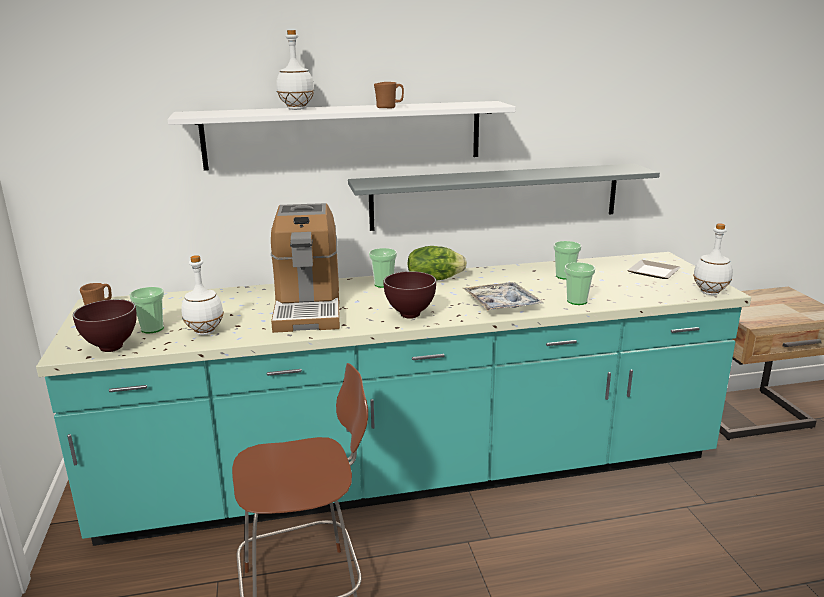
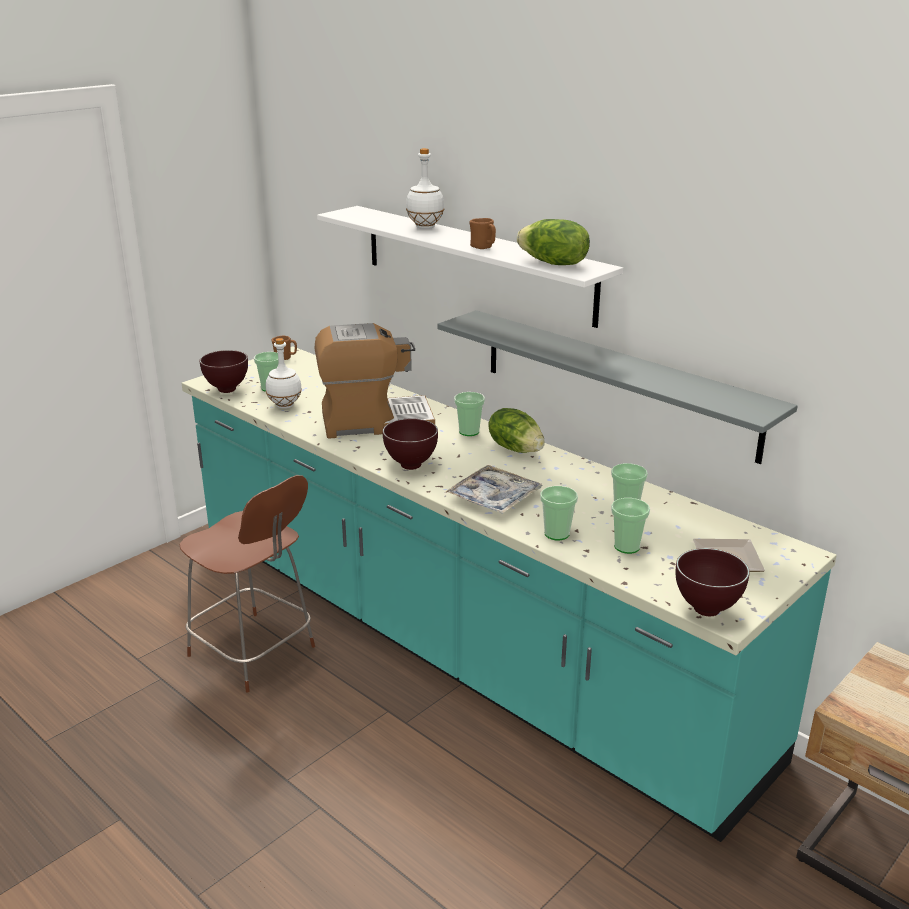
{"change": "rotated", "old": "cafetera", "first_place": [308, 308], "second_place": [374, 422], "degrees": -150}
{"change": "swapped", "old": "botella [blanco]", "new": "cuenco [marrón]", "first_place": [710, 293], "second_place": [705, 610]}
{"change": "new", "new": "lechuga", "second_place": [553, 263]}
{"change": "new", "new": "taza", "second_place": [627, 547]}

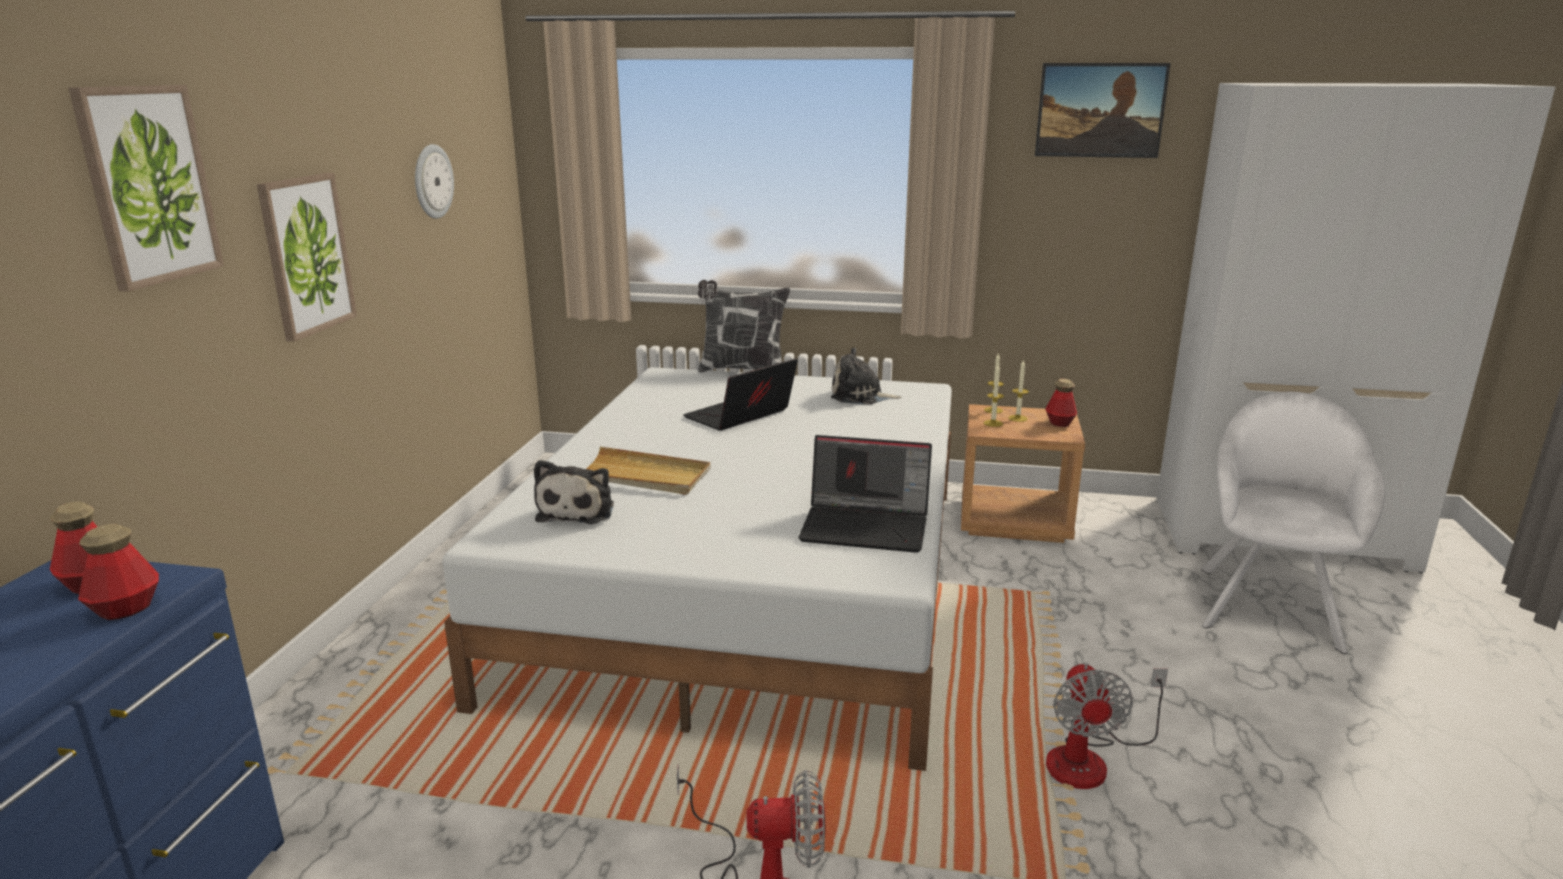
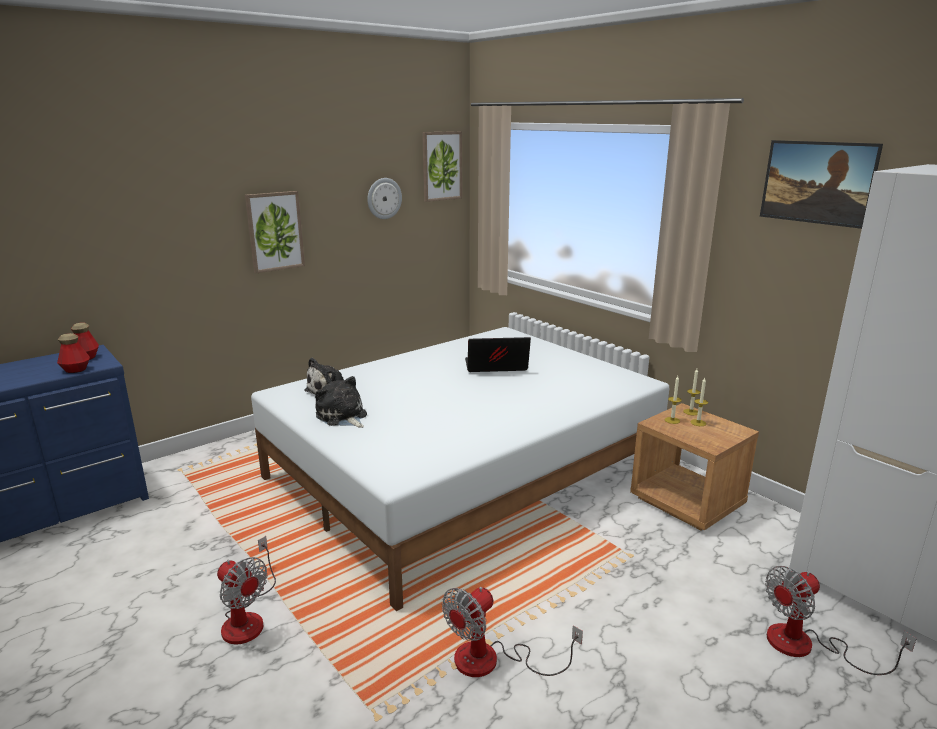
{"change": "shifted", "old": "cuadro", "first_place": [148, 185], "second_place": [441, 166]}
{"change": "gone", "old": "cojín", "first_place": [741, 370]}
{"change": "shifted", "old": "peluche", "first_place": [860, 396], "second_place": [342, 417]}
{"change": "gone", "old": "botella", "first_place": [1059, 423]}
{"change": "swapped", "old": "sillón [blanco]", "new": "ventilador", "first_place": [1268, 603], "second_place": [806, 646]}
{"change": "gone", "old": "portátil", "first_place": [867, 526]}
{"change": "gone", "old": "bandeja [beis]", "first_place": [642, 476]}

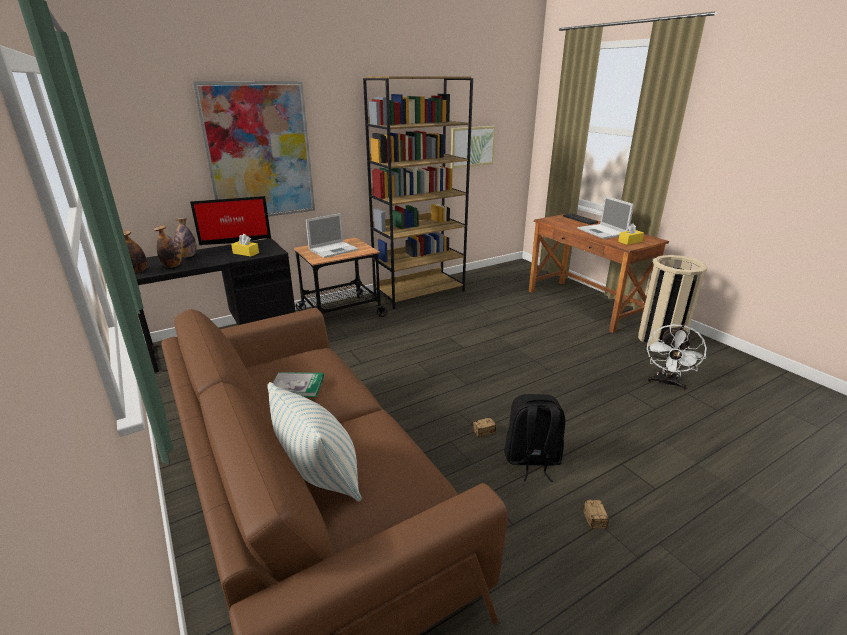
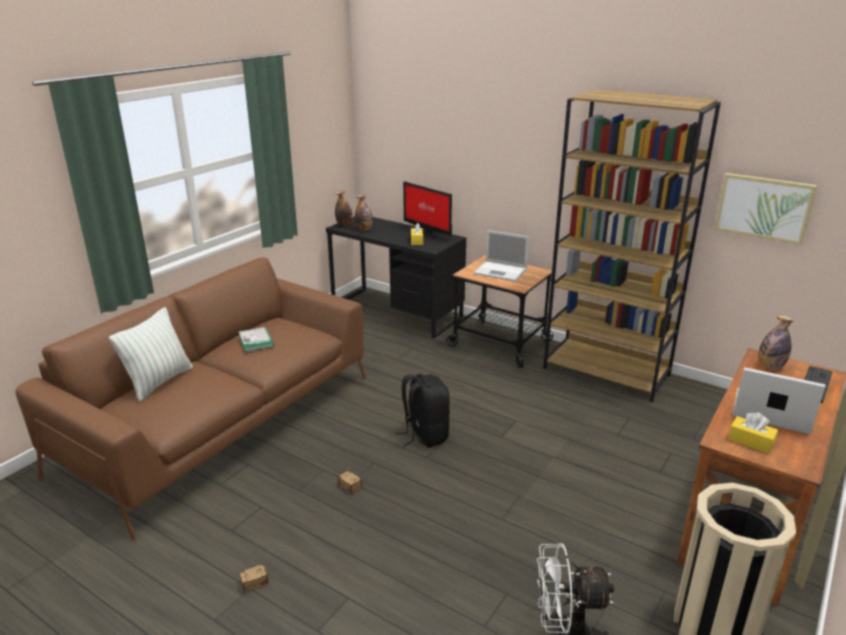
{"change": "gone", "old": "cuadro", "first_place": [259, 152]}
{"change": "rotated", "old": "portátil", "first_place": [603, 232], "second_place": [769, 412], "degrees": 75}
{"change": "shifted", "old": "botella", "first_place": [187, 256], "second_place": [770, 366]}
{"change": "shifted", "old": "mochila [negro]", "first_place": [531, 460], "second_place": [424, 435]}

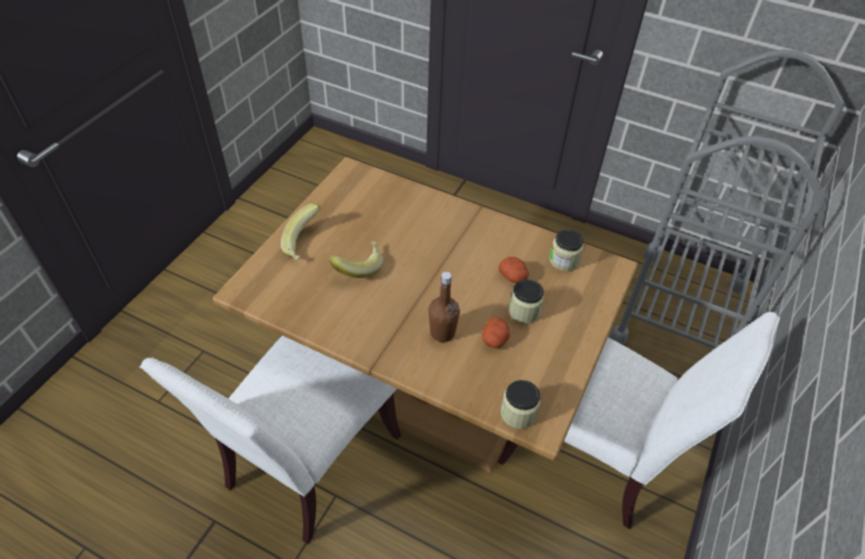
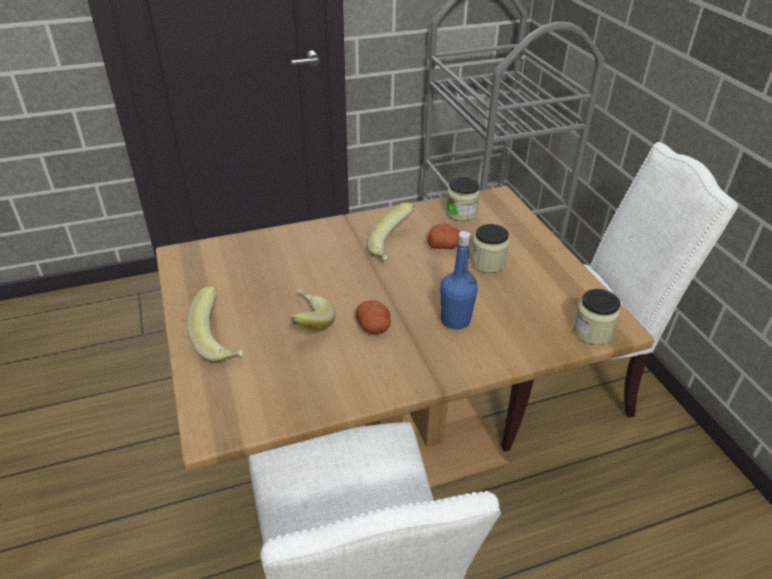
{"change": "repainted", "old": "botella [marrón]", "new": "botella [azul]", "first_place": [442, 332], "second_place": [455, 320]}
{"change": "shifted", "old": "patata", "first_place": [495, 340], "second_place": [374, 327]}
{"change": "new", "new": "plátano", "second_place": [393, 247]}

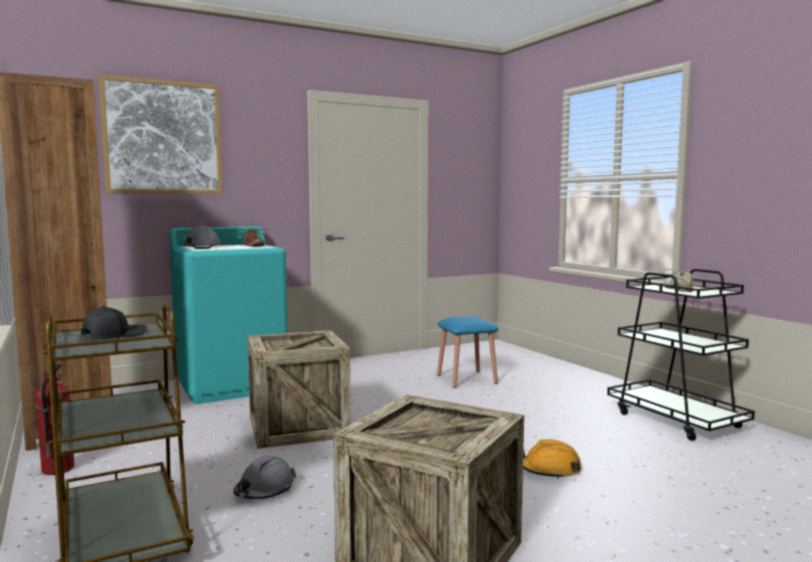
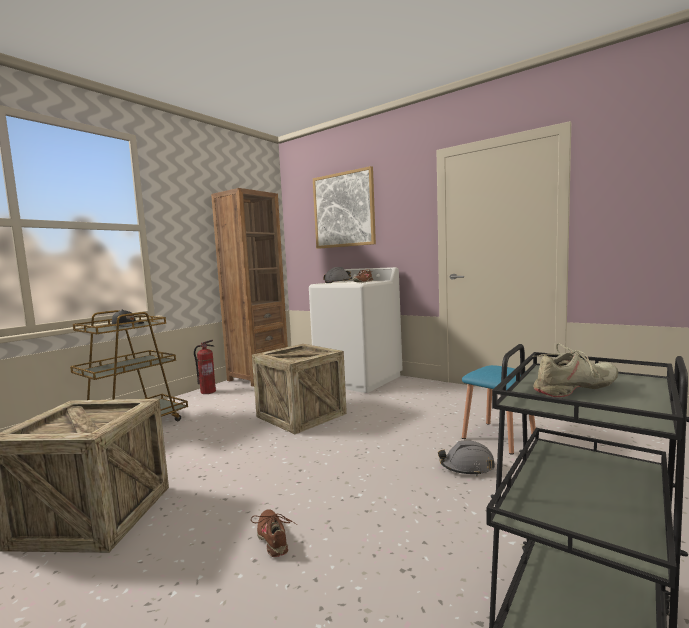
{"change": "repainted", "old": "lavadora [turquesa]", "new": "lavadora [blanco]", "first_place": [232, 385], "second_place": [359, 379]}
{"change": "swapped", "old": "casco [naranja]", "new": "zapato [marrón]", "first_place": [549, 470], "second_place": [273, 538]}
{"change": "shifted", "old": "casco [gris]", "first_place": [264, 490], "second_place": [467, 467]}

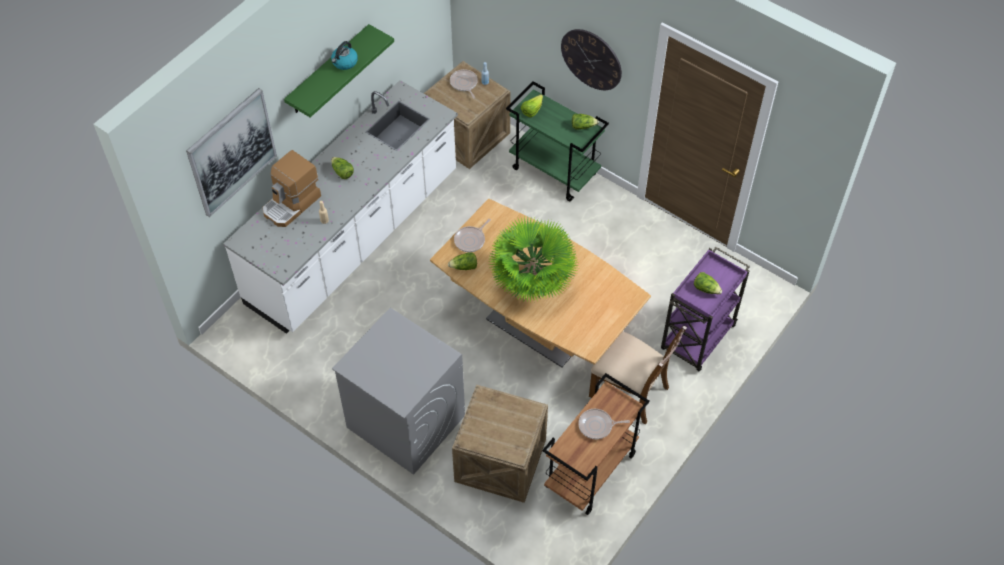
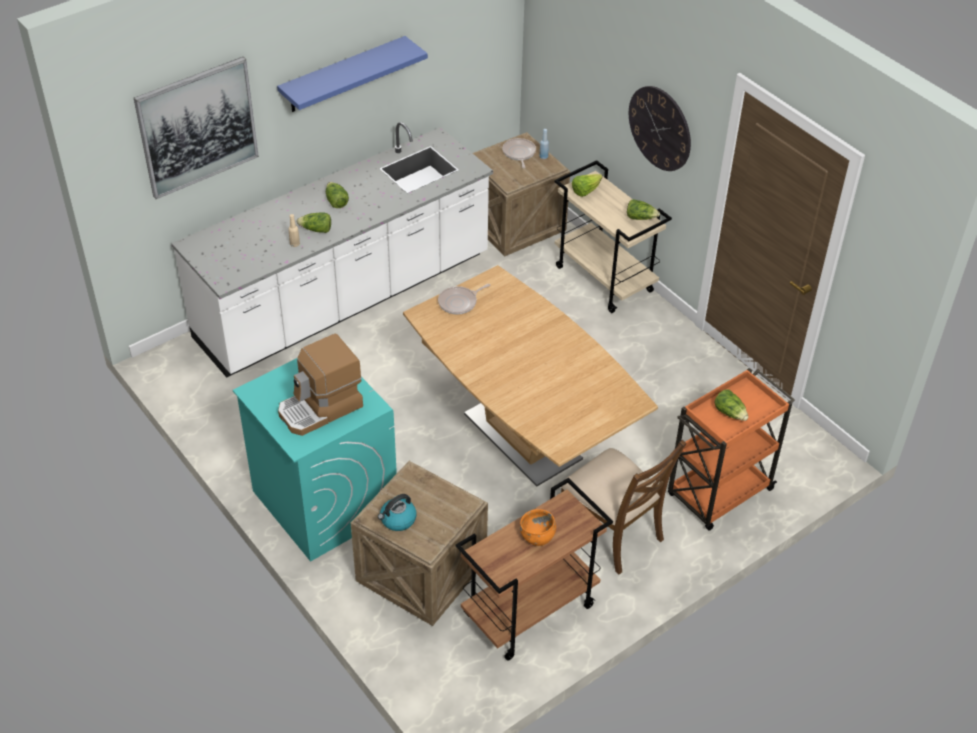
{"change": "repainted", "old": "estante [verde]", "new": "estante [azul]", "first_place": [328, 71], "second_place": [343, 75]}
{"change": "shifted", "old": "hervidor", "first_place": [344, 62], "second_place": [397, 520]}
{"change": "repainted", "old": "carrito [verde]", "new": "carrito [beis]", "first_place": [555, 171], "second_place": [605, 279]}
{"change": "shifted", "old": "cafetera", "first_place": [292, 204], "second_place": [321, 409]}
{"change": "gone", "old": "planta en maceta", "first_place": [532, 284]}
{"change": "repainted", "old": "carrito [morado]", "new": "carrito [naranja]", "first_place": [697, 339], "second_place": [718, 493]}
{"change": "shifted", "old": "lechuga", "first_place": [464, 267], "second_place": [316, 230]}
{"change": "repainted", "old": "lavadora [gris]", "new": "lavadora [turquesa]", "first_place": [405, 421], "second_place": [324, 500]}
{"change": "swapped", "old": "sartén", "new": "cuenco [naranja]", "first_place": [597, 426], "second_place": [537, 536]}

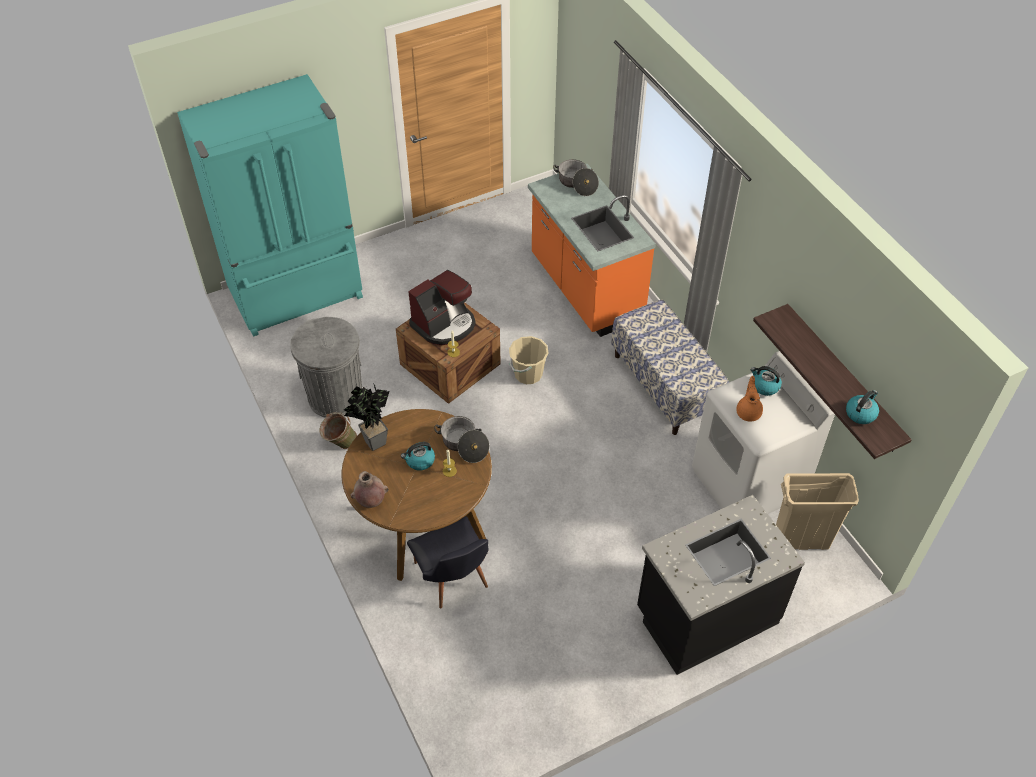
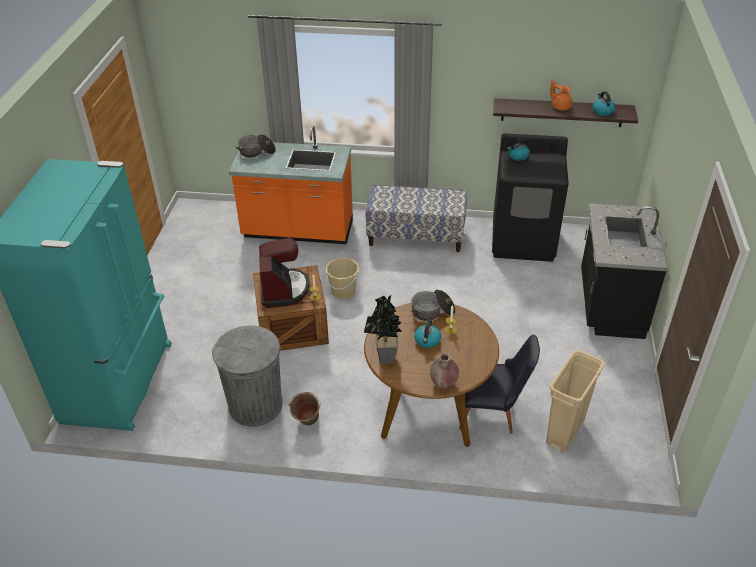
{"change": "repainted", "old": "lavadora [blanco]", "new": "lavadora [negro]", "first_place": [748, 483], "second_place": [523, 241]}
{"change": "shifted", "old": "tetera [naranja]", "first_place": [748, 412], "second_place": [560, 107]}
{"change": "shifted", "old": "papelera [beis]", "first_place": [801, 541], "second_place": [564, 433]}

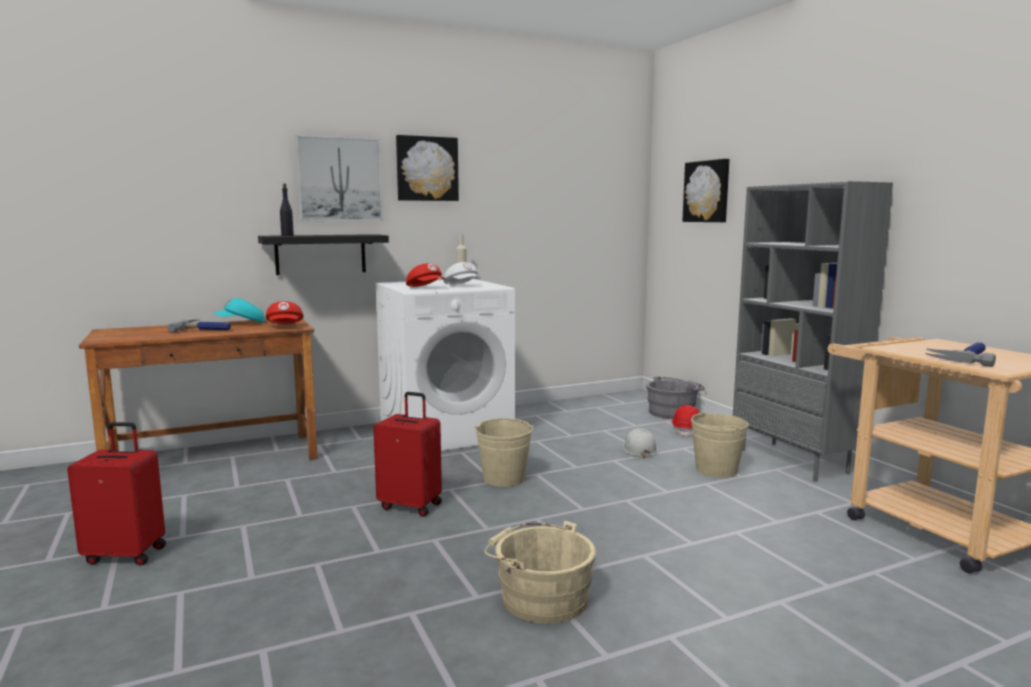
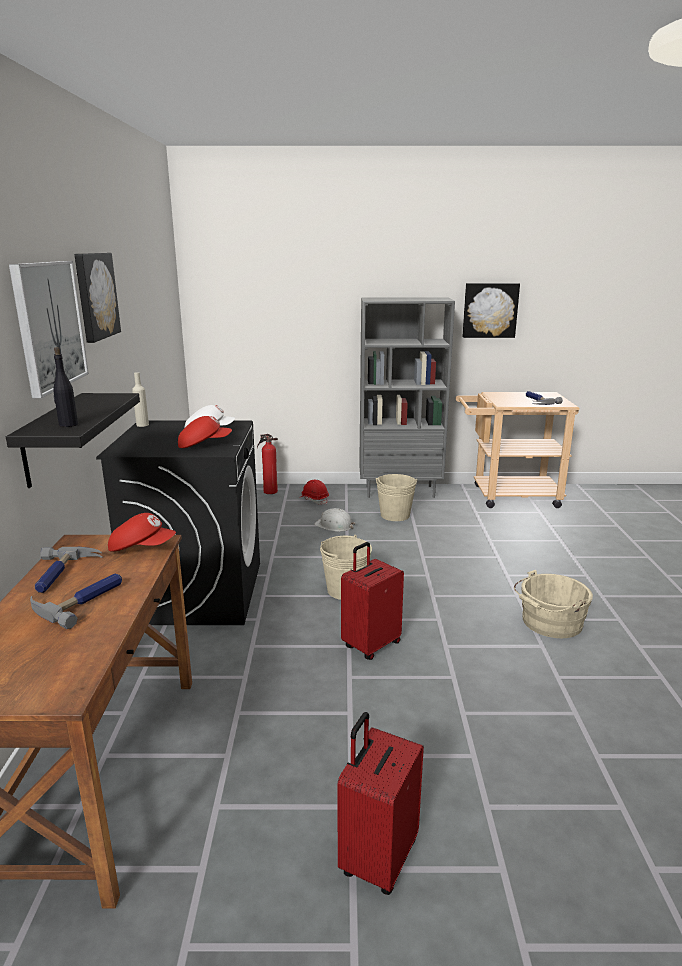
{"change": "shifted", "old": "cuadro", "first_place": [707, 191], "second_place": [490, 310]}
{"change": "repainted", "old": "lavadora [blanco]", "new": "lavadora [negro]", "first_place": [446, 432], "second_place": [197, 592]}
{"change": "swapped", "old": "gorra [turquesa]", "new": "martillo", "first_place": [241, 323], "second_place": [61, 574]}
{"change": "swapped", "old": "cubo [gris]", "new": "extintor", "first_place": [673, 412], "second_place": [269, 491]}

